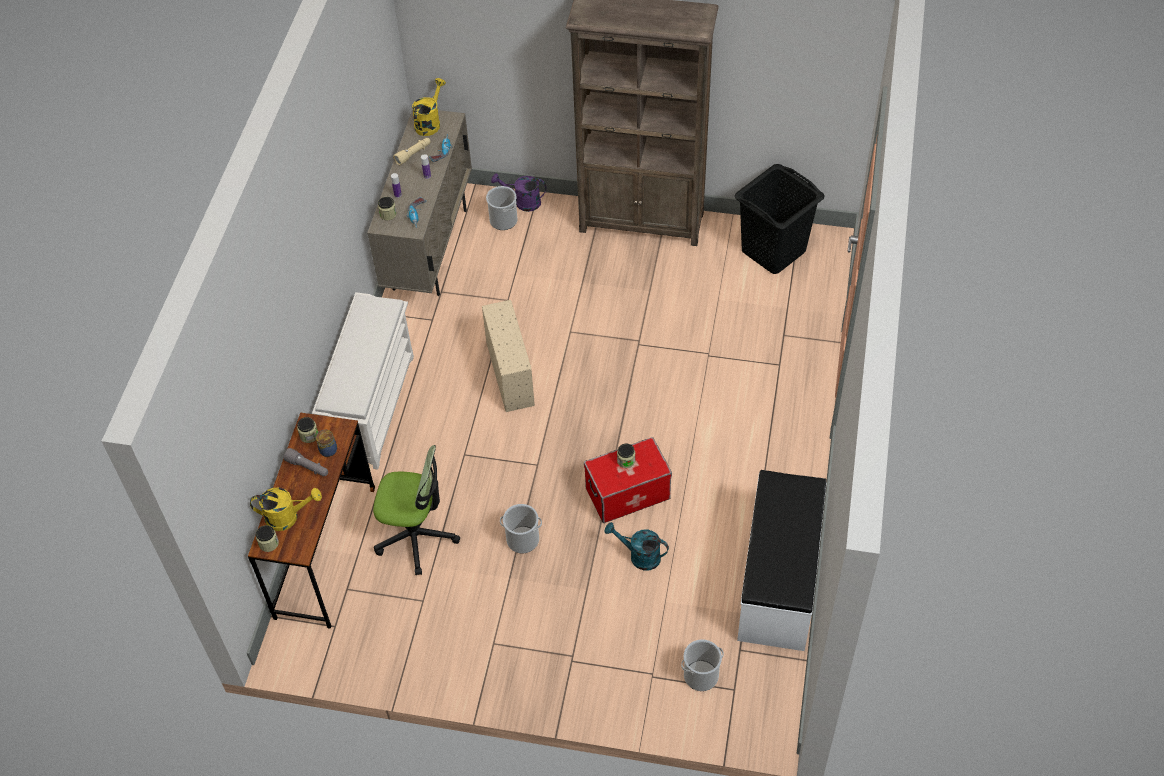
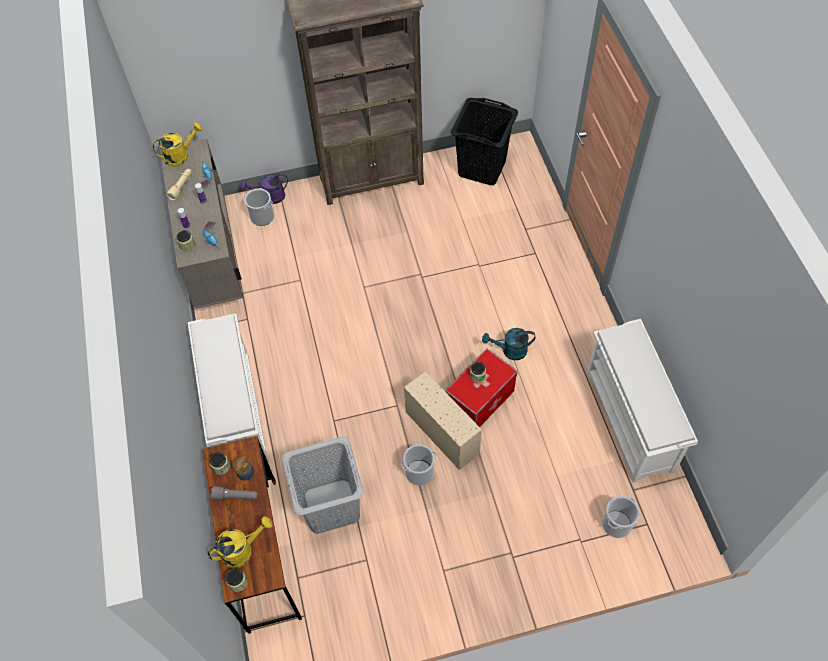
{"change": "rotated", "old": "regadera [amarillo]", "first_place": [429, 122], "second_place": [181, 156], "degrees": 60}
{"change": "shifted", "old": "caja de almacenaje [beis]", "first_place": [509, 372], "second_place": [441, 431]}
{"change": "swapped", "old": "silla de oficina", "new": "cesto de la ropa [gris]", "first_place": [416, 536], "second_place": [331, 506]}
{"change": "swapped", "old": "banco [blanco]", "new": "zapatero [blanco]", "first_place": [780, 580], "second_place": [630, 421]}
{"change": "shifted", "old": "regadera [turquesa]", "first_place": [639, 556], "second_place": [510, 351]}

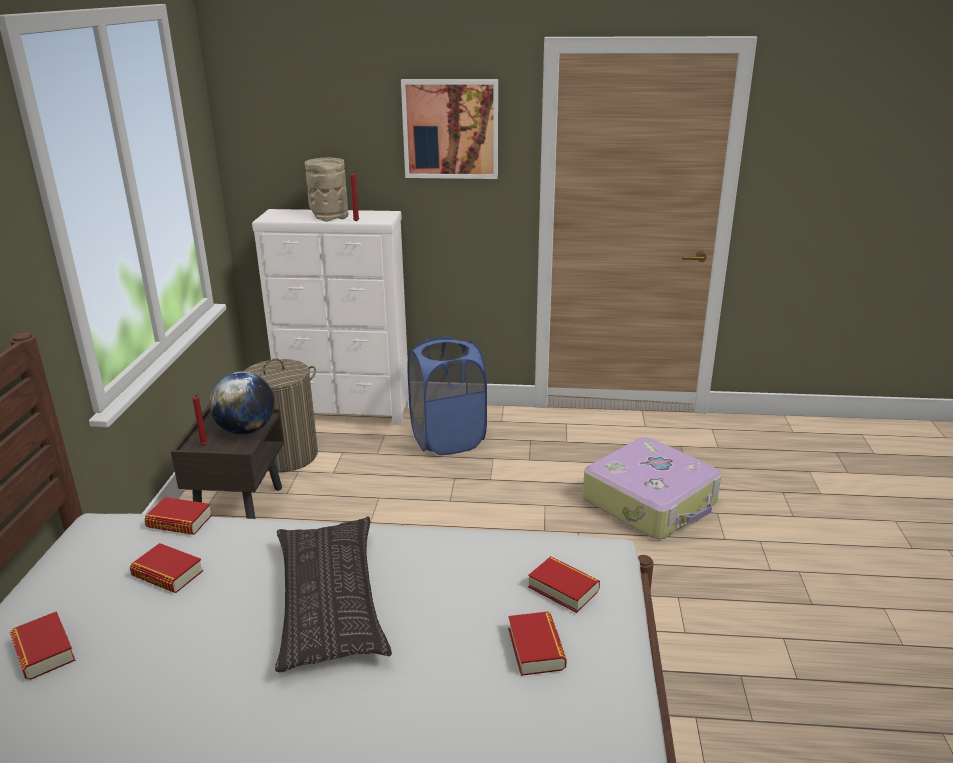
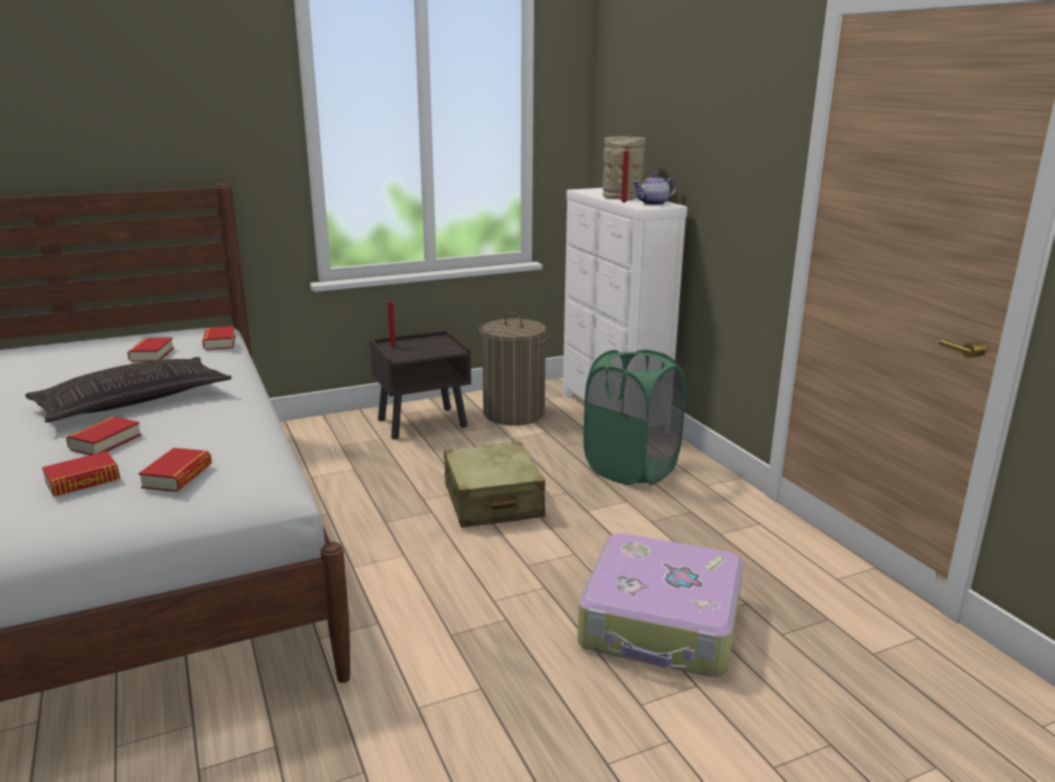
{"change": "gone", "old": "cuadro", "first_place": [450, 129]}
{"change": "repainted", "old": "cesto de la ropa [azul]", "new": "cesto de la ropa [verde]", "first_place": [448, 439], "second_place": [631, 469]}
{"change": "gone", "old": "globo terráqueo", "first_place": [246, 430]}
{"change": "shifted", "old": "libro", "first_place": [44, 651], "second_place": [105, 442]}
{"change": "new", "new": "tetera", "second_place": [653, 204]}
{"change": "new", "new": "maleta [beis]", "second_place": [492, 501]}

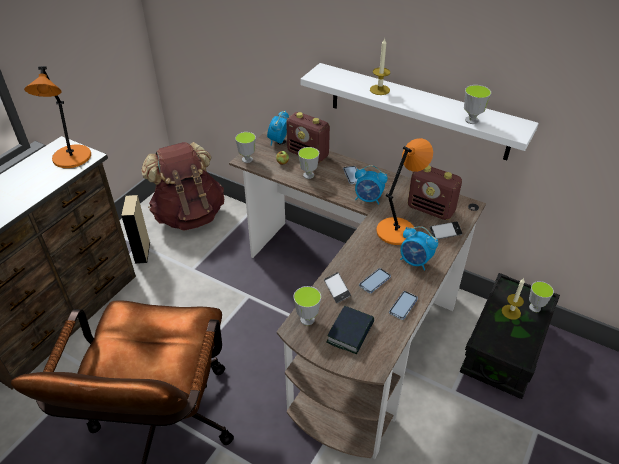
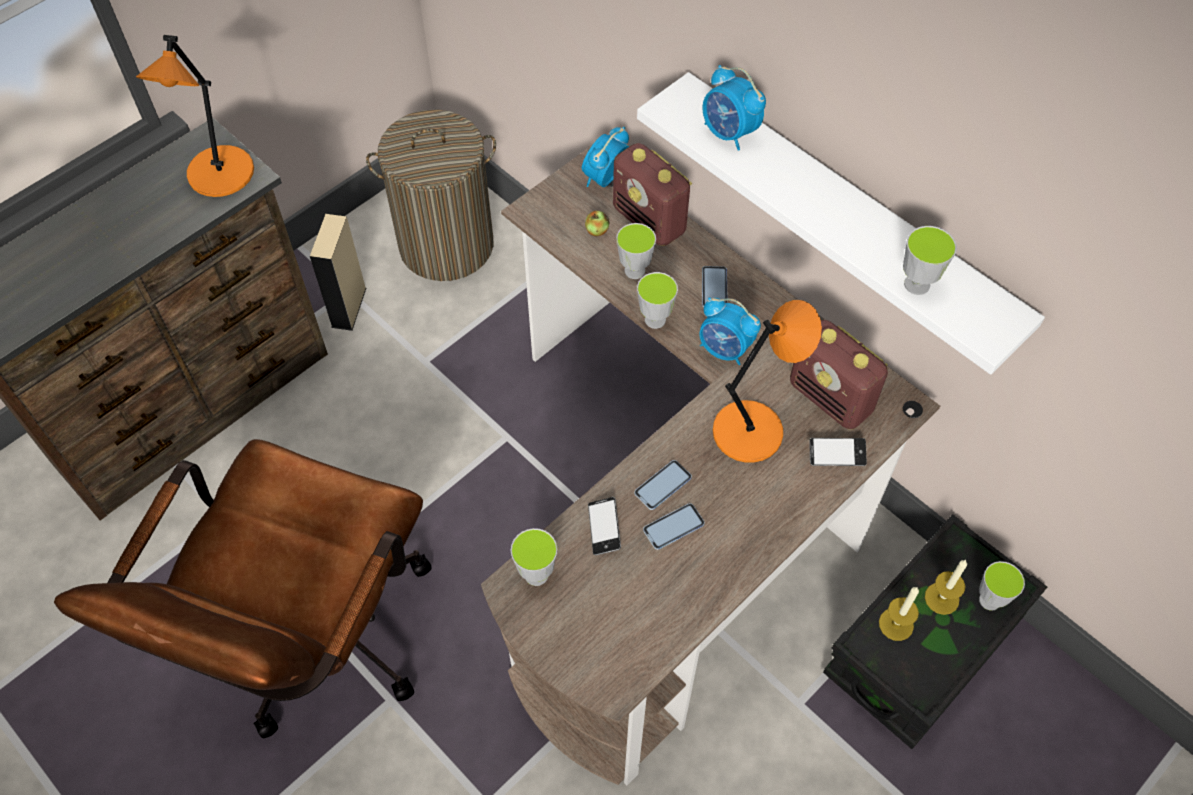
{"change": "shifted", "old": "vela", "first_place": [379, 90], "second_place": [896, 624]}
{"change": "shifted", "old": "taza", "first_place": [247, 159], "second_place": [655, 320]}
{"change": "swapped", "old": "mochila [marrón]", "new": "cesto de la ropa", "first_place": [189, 215], "second_place": [446, 245]}
{"change": "shifted", "old": "despertador", "first_place": [415, 262], "second_place": [729, 133]}
{"change": "shifted", "old": "móvil", "first_place": [403, 306], "second_place": [663, 485]}
{"change": "gone", "old": "libro", "first_place": [350, 333]}

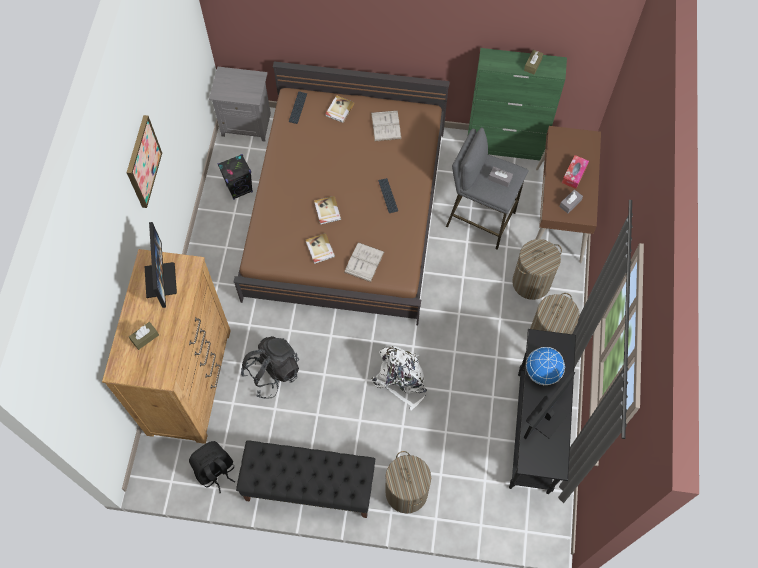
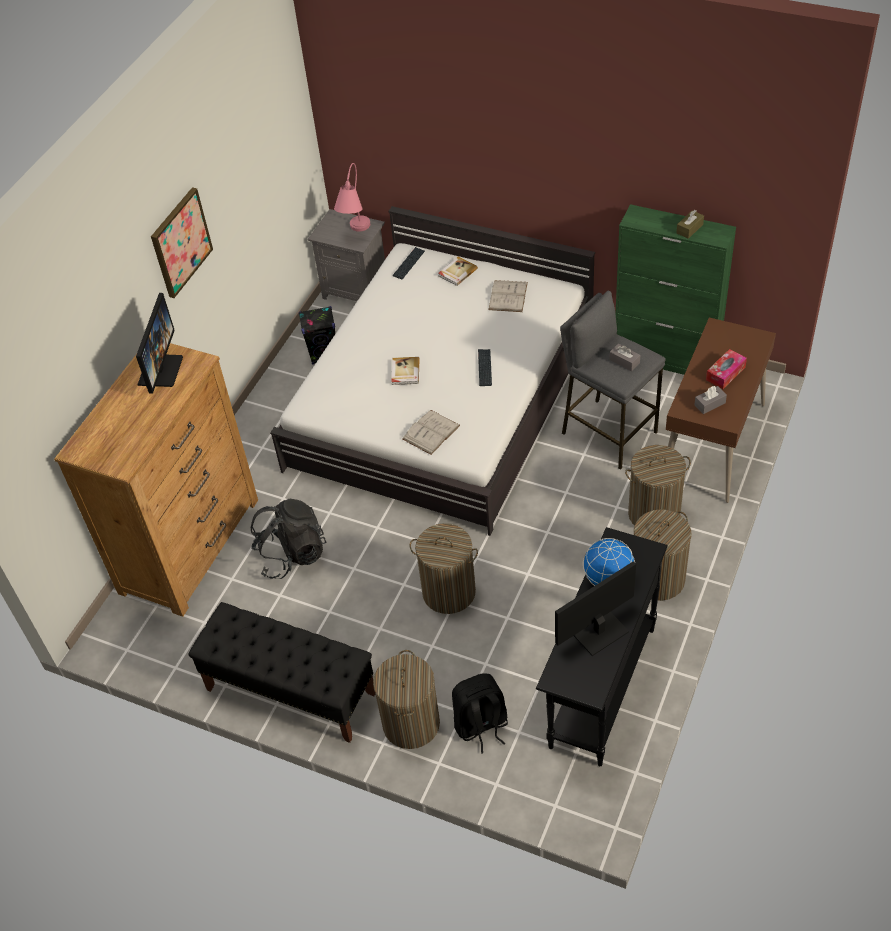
{"change": "repainted", "old": "cama [marrón]", "new": "cama [blanco]", "first_place": [347, 212], "second_place": [443, 399]}
{"change": "gone", "old": "libro", "first_place": [319, 249]}
{"change": "gone", "old": "caja de pañuelos [marrón]", "first_place": [145, 337]}
{"change": "swapped", "old": "mochila [blanco]", "new": "cesto de la ropa", "first_place": [401, 379], "second_place": [448, 592]}
{"change": "shifted", "old": "mochila [negro]", "first_place": [215, 471], "second_place": [481, 726]}
{"change": "new", "new": "lámpara de mesa [rosa]", "second_place": [355, 234]}

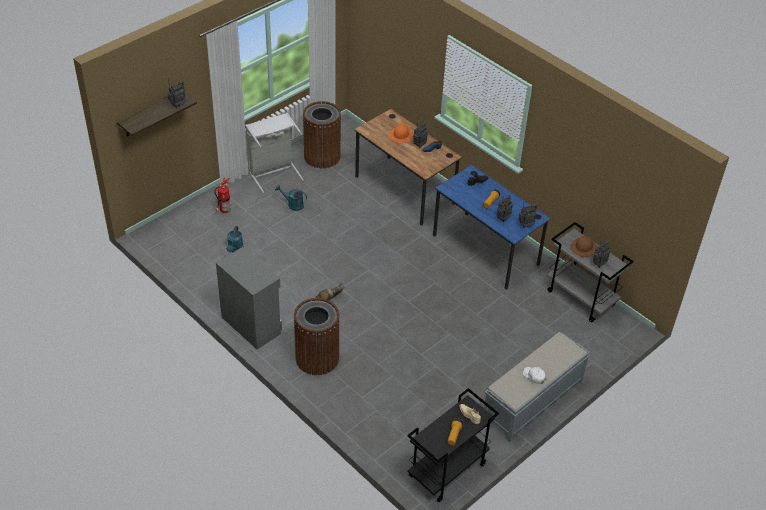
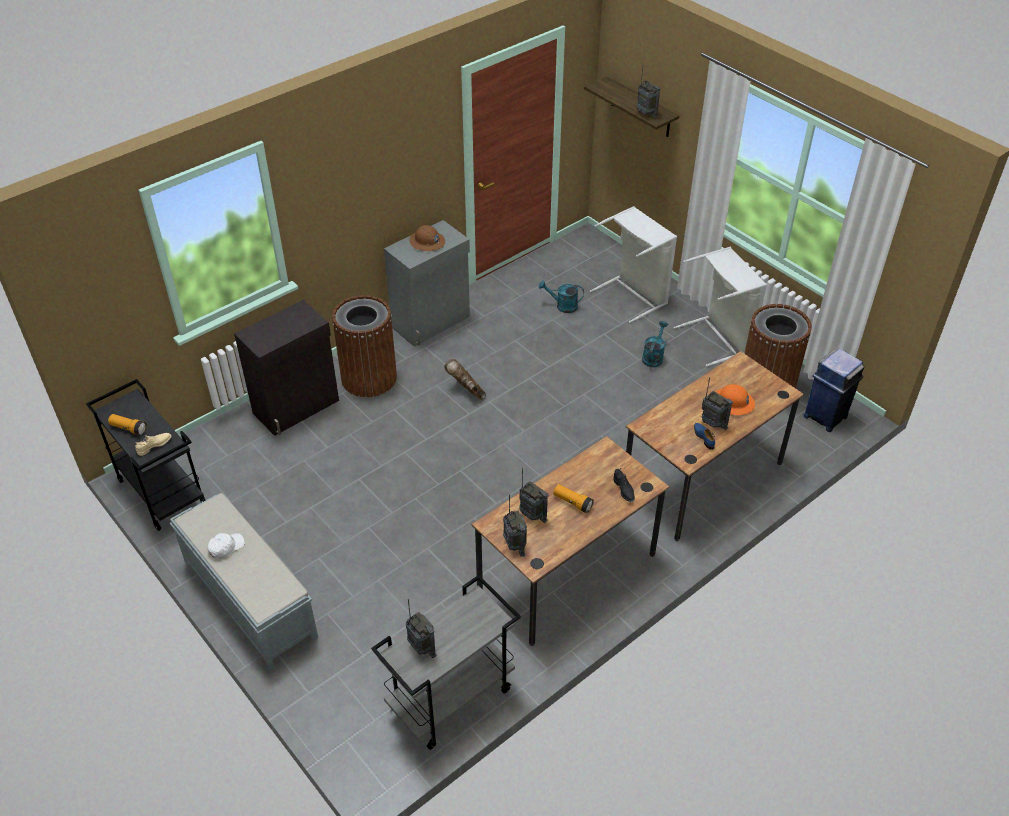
{"change": "repainted", "old": "escritorio [azul]", "new": "escritorio [marrón]", "first_place": [485, 250], "second_place": [567, 573]}
{"change": "swapped", "old": "extintor", "new": "cesto de la ropa [gris]", "first_place": [224, 211], "second_place": [634, 295]}
{"change": "shifted", "old": "casco [marrón]", "first_place": [583, 248], "second_place": [427, 242]}
{"change": "new", "new": "armario [negro]", "second_place": [297, 407]}
{"change": "new", "new": "papelera [azul]", "second_place": [825, 416]}

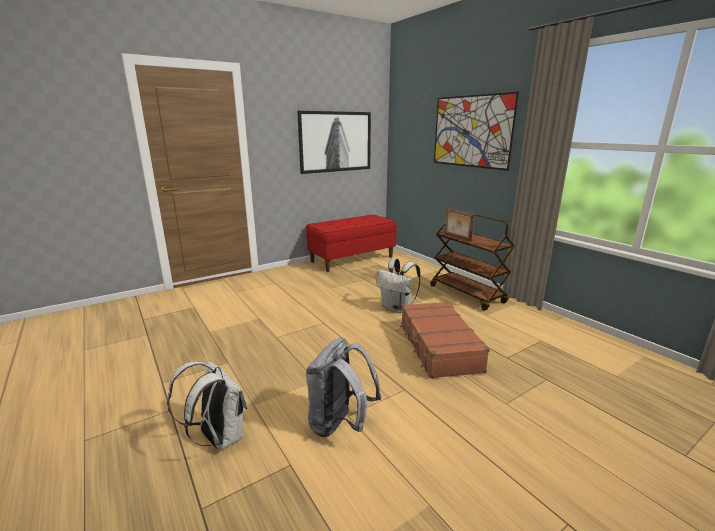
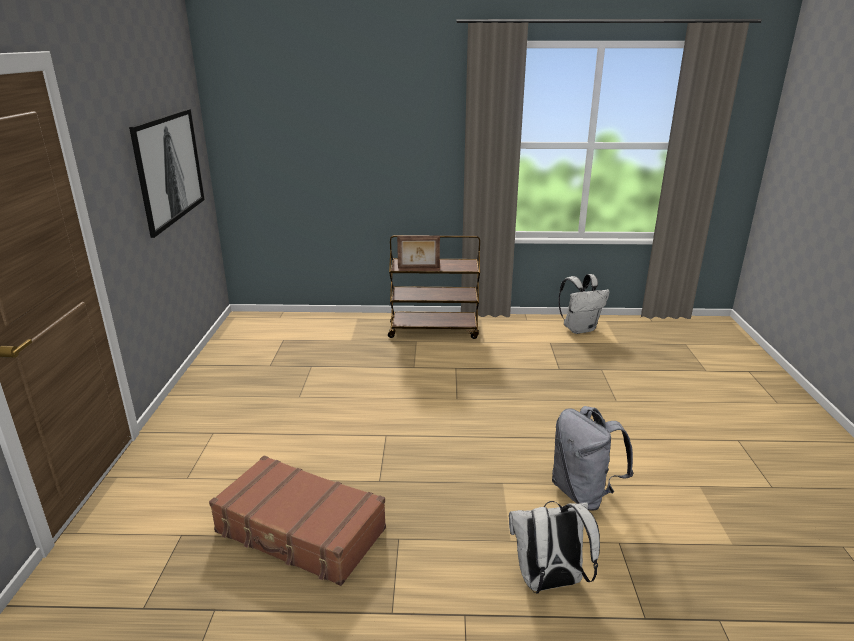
{"change": "gone", "old": "cuadro", "first_place": [471, 131]}
{"change": "gone", "old": "banco [rojo]", "first_place": [352, 259]}
{"change": "shifted", "old": "mochila [blanco]", "first_place": [397, 308], "second_place": [579, 329]}
{"change": "shifted", "old": "maleta [marrón]", "first_place": [438, 347], "second_place": [300, 532]}

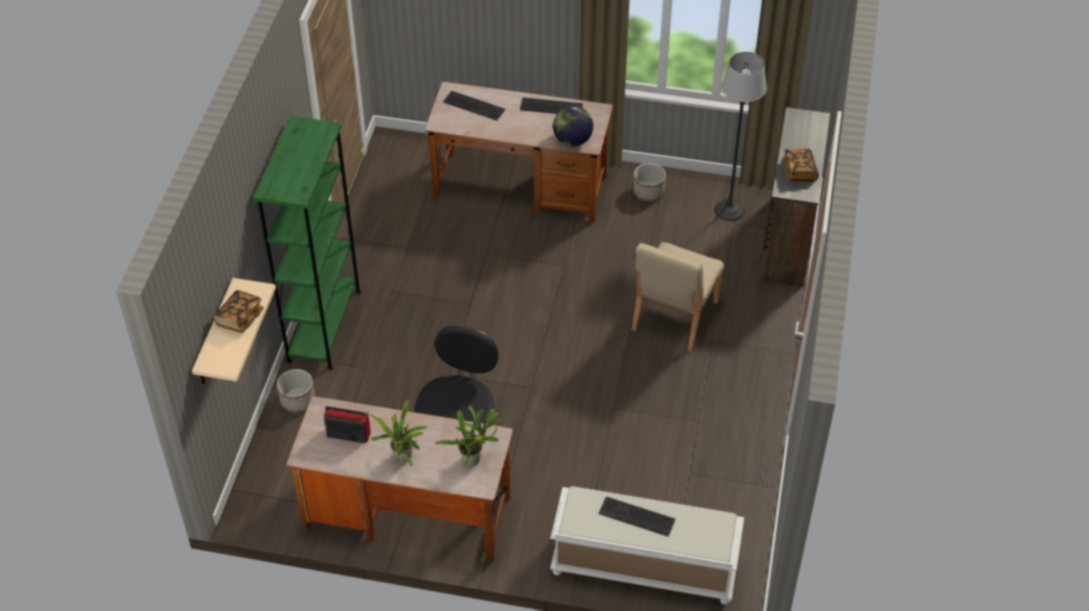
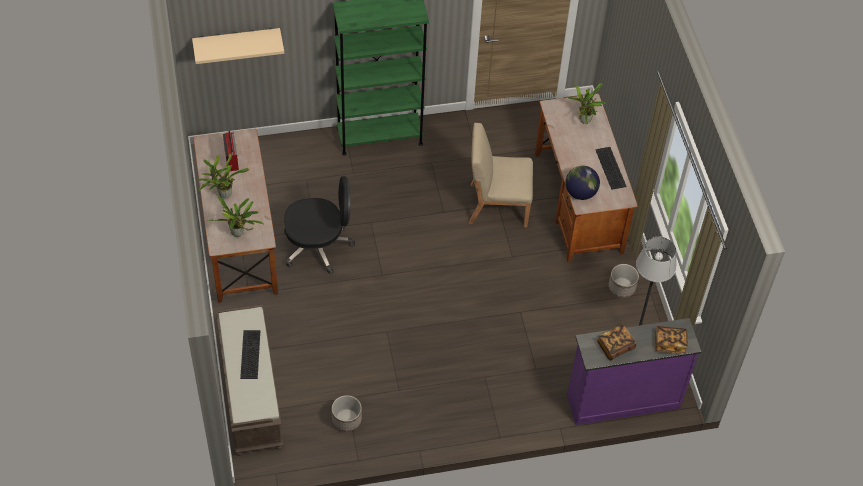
{"change": "swapped", "old": "teclado", "new": "planta en maceta", "first_place": [475, 105], "second_place": [584, 121]}
{"change": "repainted", "old": "cómoda [marrón]", "new": "cómoda [morado]", "first_place": [787, 240], "second_place": [622, 400]}
{"change": "shifted", "old": "silla [beis]", "first_place": [674, 316], "second_place": [497, 205]}
{"change": "shifted", "old": "libro", "first_place": [240, 318], "second_place": [669, 344]}
{"change": "shifted", "old": "maceta", "first_place": [298, 401], "second_place": [346, 420]}
{"change": "repainted", "old": "banco [blanco]", "new": "banco [marrón]", "first_place": [643, 567], "second_place": [250, 393]}

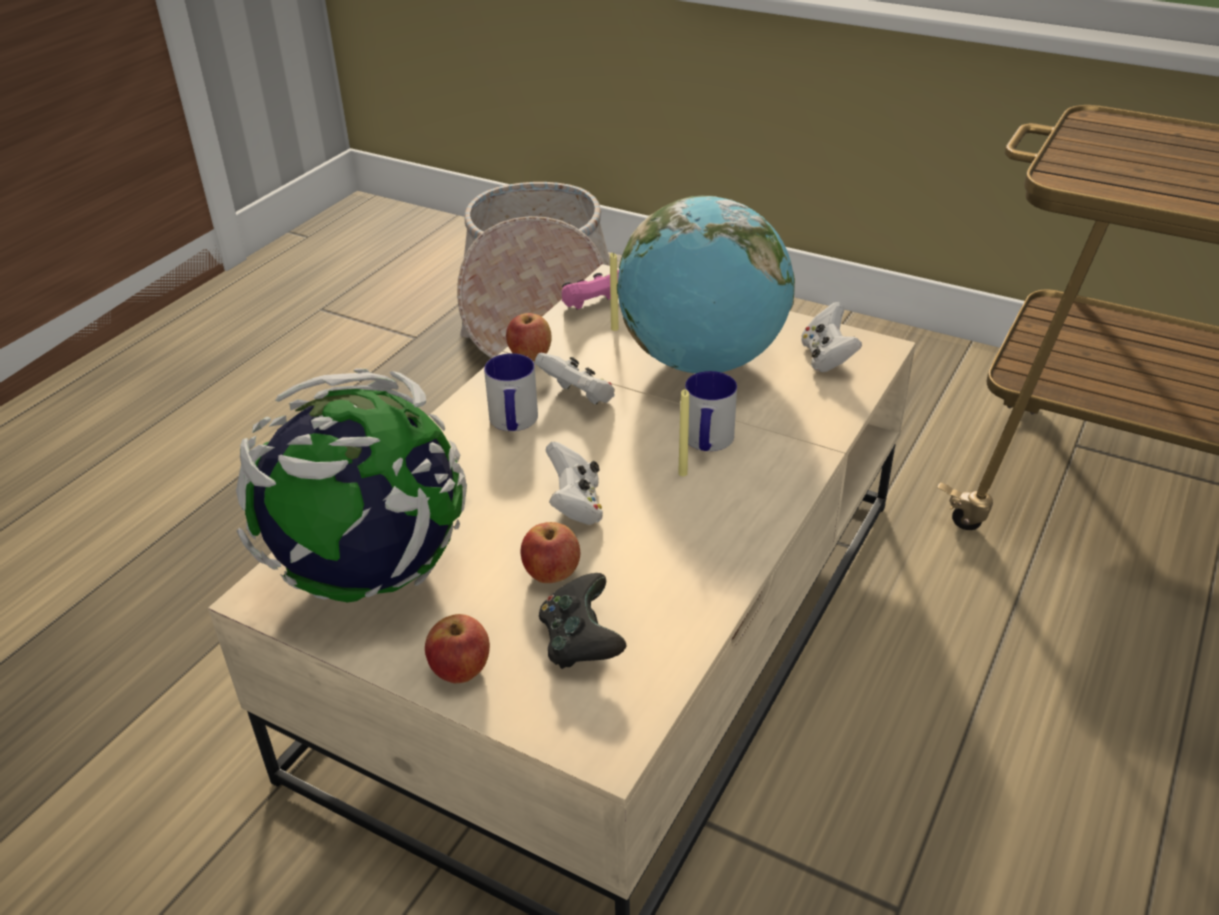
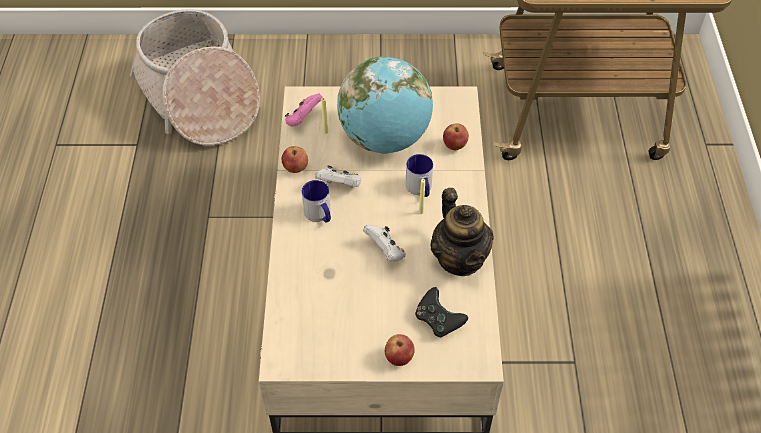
{"change": "gone", "old": "mando de consola [blanco]", "first_place": [826, 358]}
{"change": "gone", "old": "globo terráqueo", "first_place": [370, 574]}
{"change": "shifted", "old": "manzana", "first_place": [551, 574], "second_place": [455, 145]}
{"change": "new", "new": "tetera", "second_place": [460, 259]}

